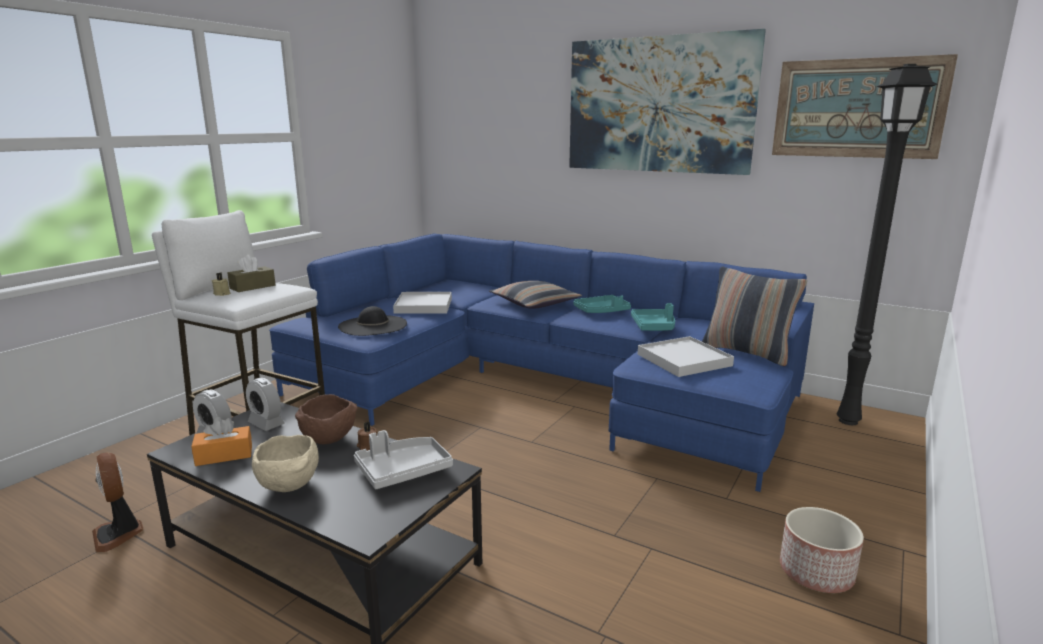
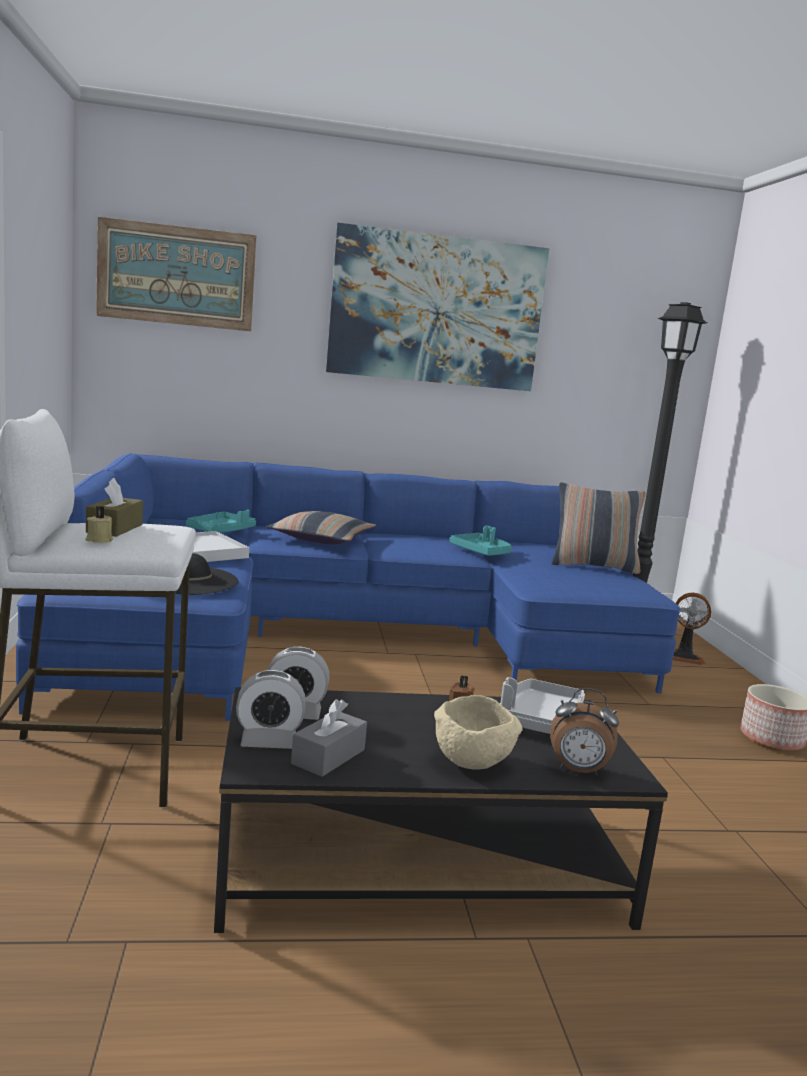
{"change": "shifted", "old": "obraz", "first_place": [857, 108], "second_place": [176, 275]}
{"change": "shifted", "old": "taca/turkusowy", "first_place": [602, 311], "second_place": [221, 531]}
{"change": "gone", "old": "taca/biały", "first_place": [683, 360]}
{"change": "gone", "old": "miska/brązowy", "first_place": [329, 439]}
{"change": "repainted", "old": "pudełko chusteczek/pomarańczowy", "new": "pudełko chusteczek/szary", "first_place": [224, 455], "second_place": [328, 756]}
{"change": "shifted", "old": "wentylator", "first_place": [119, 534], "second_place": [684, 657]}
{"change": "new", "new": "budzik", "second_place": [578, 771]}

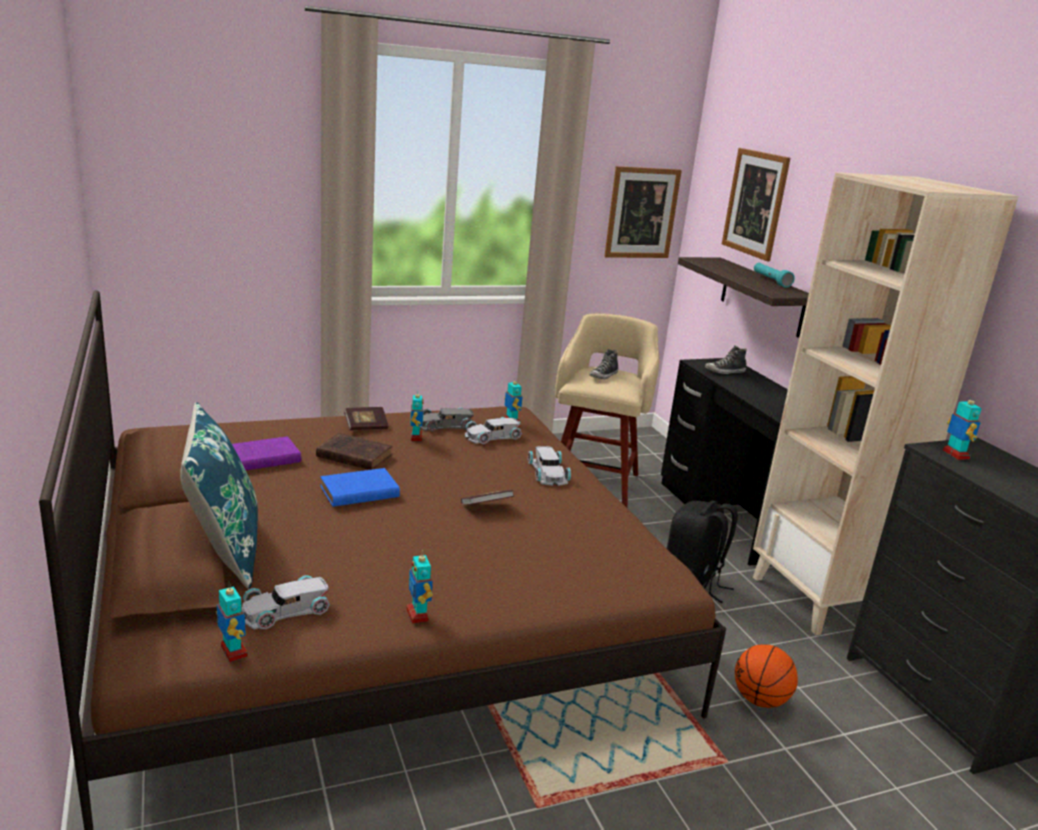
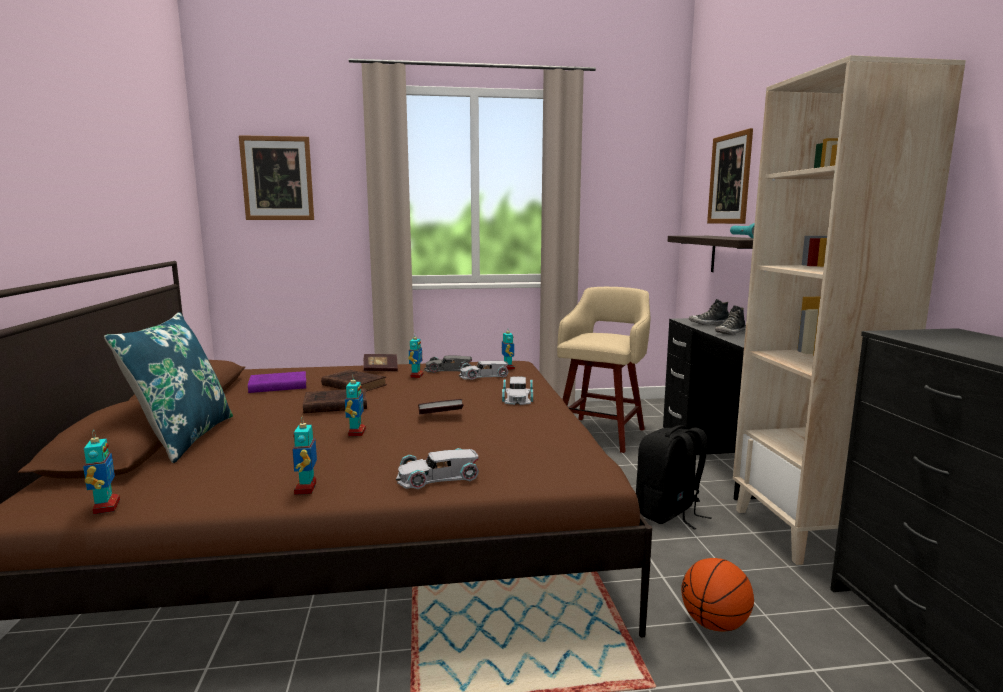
{"change": "shifted", "old": "obraz", "first_place": [642, 213], "second_place": [277, 178]}
{"change": "shifted", "old": "but", "first_place": [603, 376], "second_place": [730, 333]}
{"change": "shifted", "old": "robot zabawkowy", "first_place": [955, 455], "second_place": [356, 432]}
{"change": "repainted", "old": "książka/niebieski", "new": "książka/brązowy", "first_place": [357, 492], "second_place": [334, 405]}
{"change": "shifted", "old": "samochodzik/biały", "first_place": [284, 609], "second_place": [437, 476]}

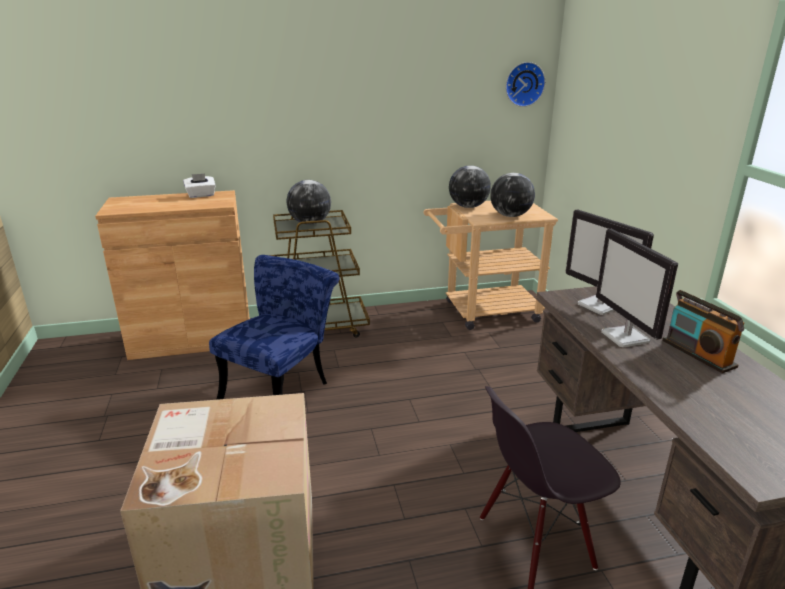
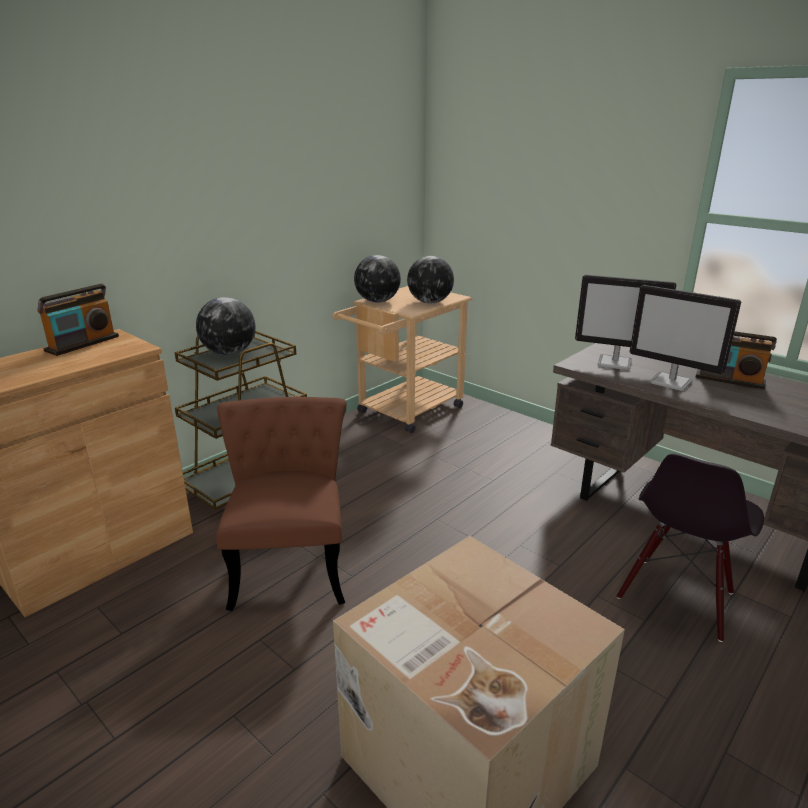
{"change": "gone", "old": "zegar ścienny", "first_place": [524, 84]}
{"change": "swapped", "old": "pudełko chusteczek/biały", "new": "radio", "first_place": [201, 195], "second_place": [83, 344]}
{"change": "repainted", "old": "krzesło/niebieski", "new": "krzesło/brązowy", "first_place": [282, 388], "second_place": [291, 563]}

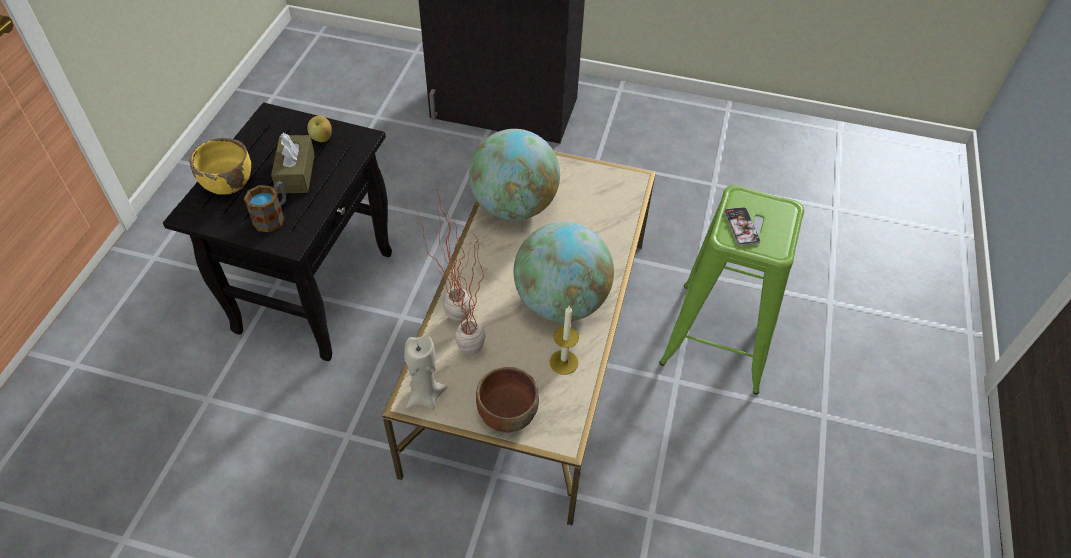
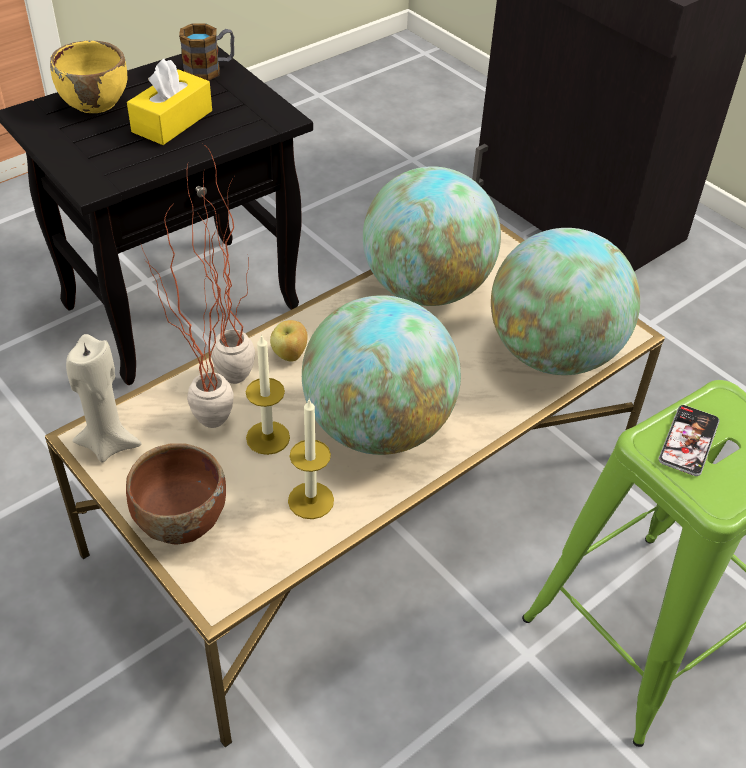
{"change": "shifted", "old": "jabłko", "first_place": [322, 139], "second_place": [290, 355]}
{"change": "repainted", "old": "pudełko chusteczek/brązowy", "new": "pudełko chusteczek/żółty", "first_place": [296, 173], "second_place": [172, 121]}
{"change": "shifted", "old": "kubek", "first_place": [273, 216], "second_place": [209, 70]}
{"change": "new", "new": "globus", "second_place": [552, 353]}
{"change": "new", "new": "świeca", "second_place": [268, 437]}

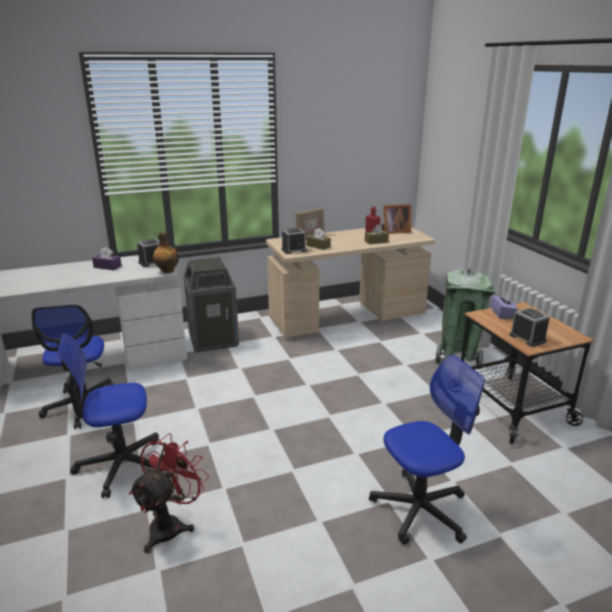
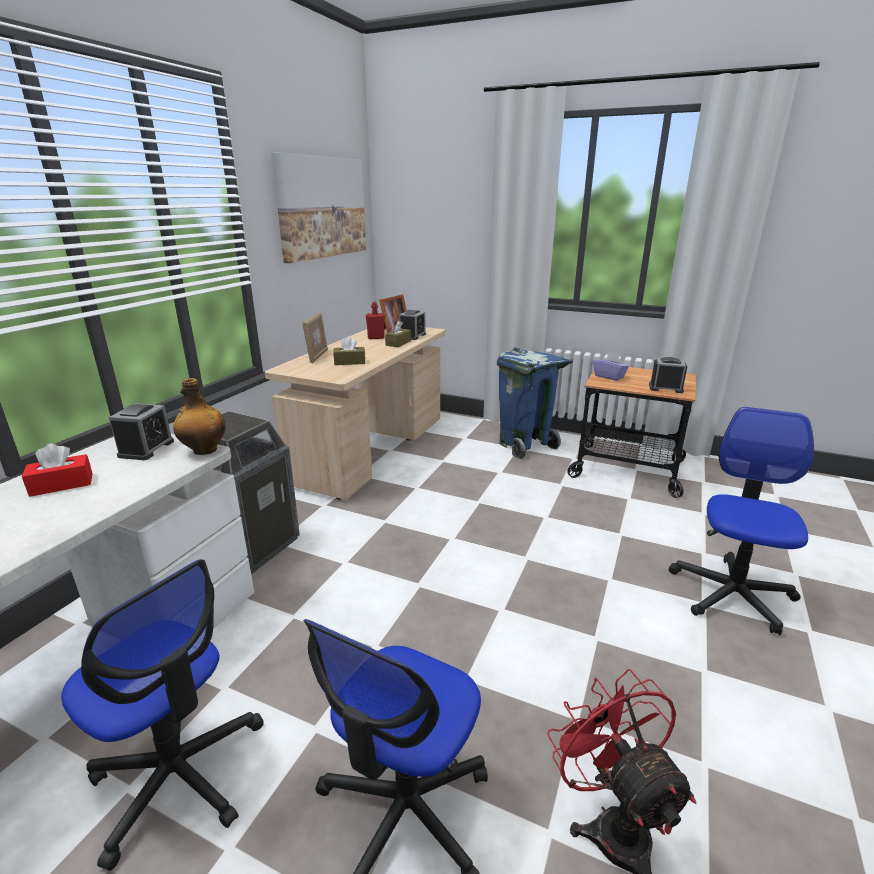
{"change": "shifted", "old": "budzik", "first_place": [294, 250], "second_place": [412, 336]}
{"change": "repainted", "old": "pudełko chusteczek/fioletowy", "new": "pudełko chusteczek/czerwony", "first_place": [107, 267], "second_place": [62, 484]}
{"change": "repainted", "old": "kosz na śmieci/zielony", "new": "kosz na śmieci/niebieski", "first_place": [458, 356], "second_place": [524, 445]}
{"change": "new", "new": "obraz", "second_place": [322, 207]}

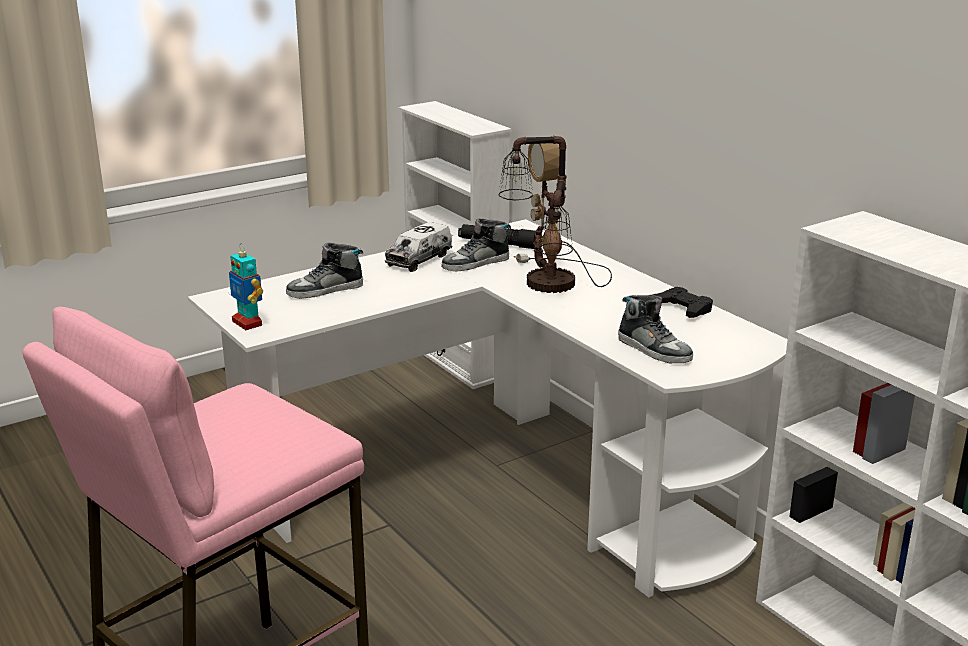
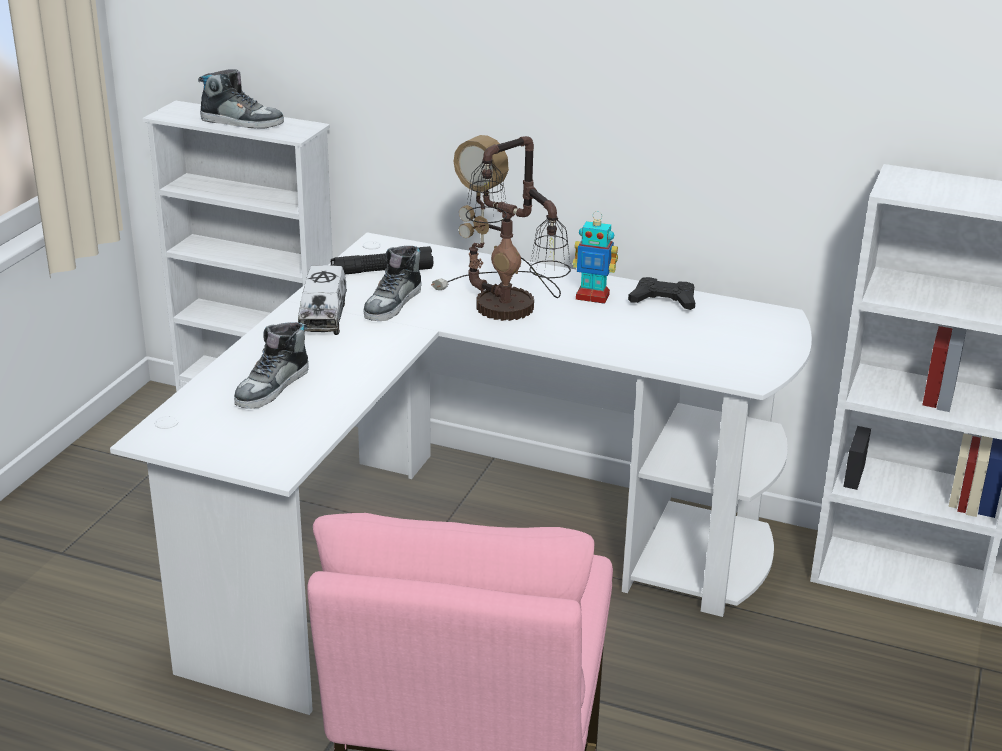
{"change": "shifted", "old": "robot zabawkowy", "first_place": [248, 323], "second_place": [592, 297]}
{"change": "shifted", "old": "but", "first_place": [654, 349], "second_place": [242, 122]}

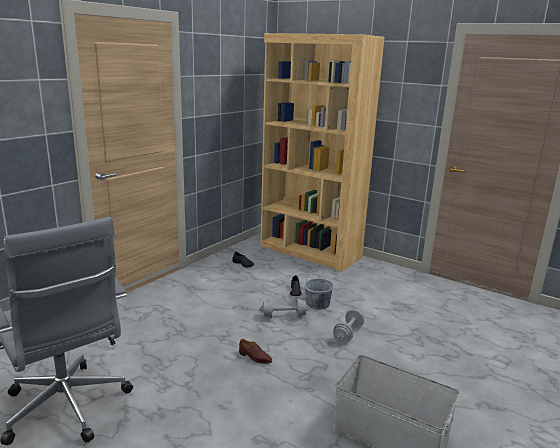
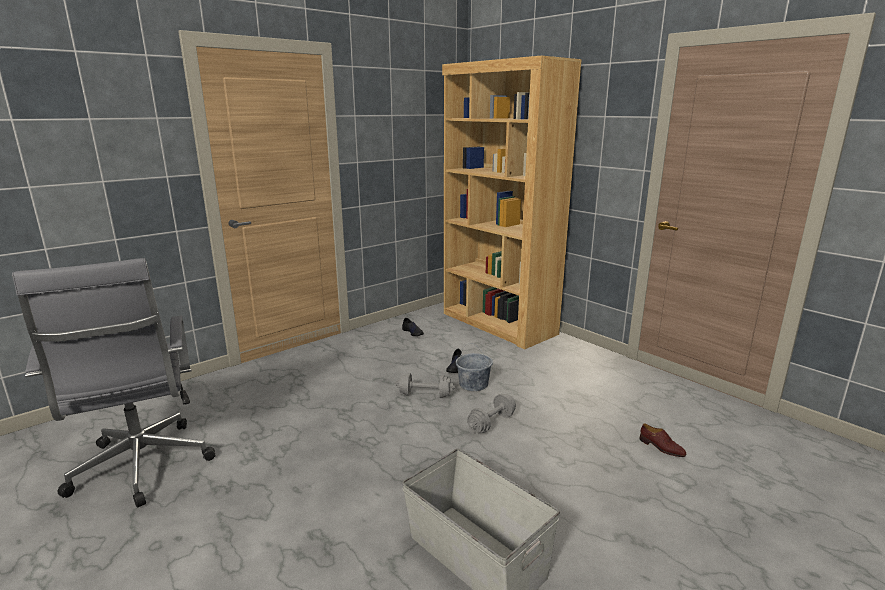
{"change": "shifted", "old": "but/brązowy", "first_place": [255, 357], "second_place": [661, 448]}

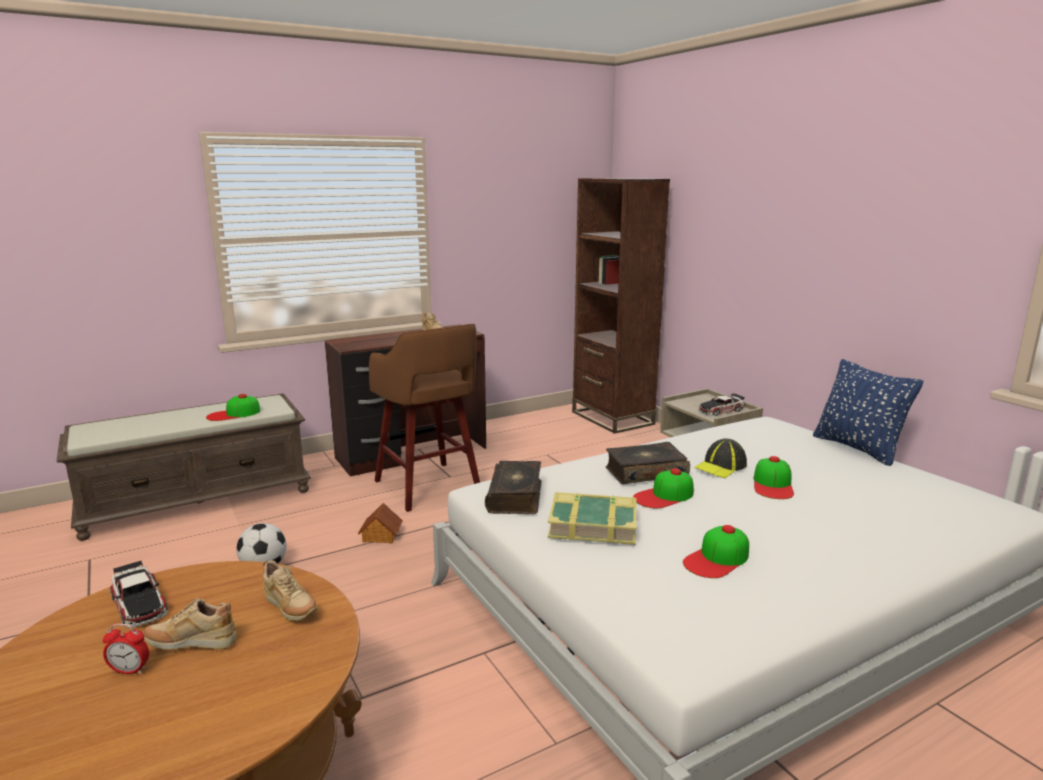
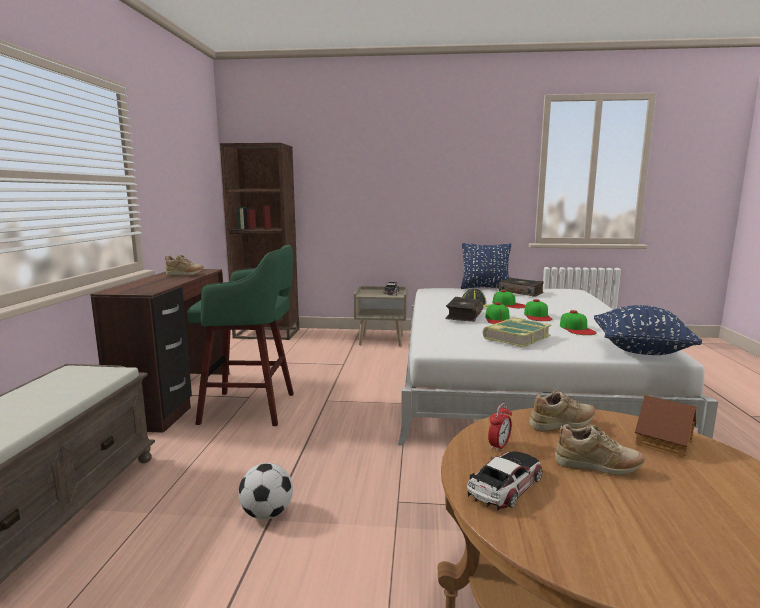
{"change": "repainted", "old": "stołek/brązowy", "new": "stołek/zielony", "first_place": [428, 487], "second_place": [251, 408]}
{"change": "shifted", "old": "czapka z daszkiem", "first_place": [233, 414], "second_place": [537, 316]}
{"change": "shifted", "old": "książka", "first_place": [516, 496], "second_place": [521, 292]}
{"change": "shifted", "old": "domek", "first_place": [380, 536], "second_place": [665, 442]}
{"change": "rotated", "old": "samochodzik", "first_place": [139, 603], "second_place": [505, 486], "degrees": -45}
{"change": "rotated", "old": "but/beżowy", "first_place": [192, 644], "second_place": [598, 468], "degrees": -105}
{"change": "shifted", "old": "budzik", "first_place": [130, 671], "second_place": [499, 446]}
{"change": "new", "new": "poduszka/niebieski", "second_place": [640, 350]}

